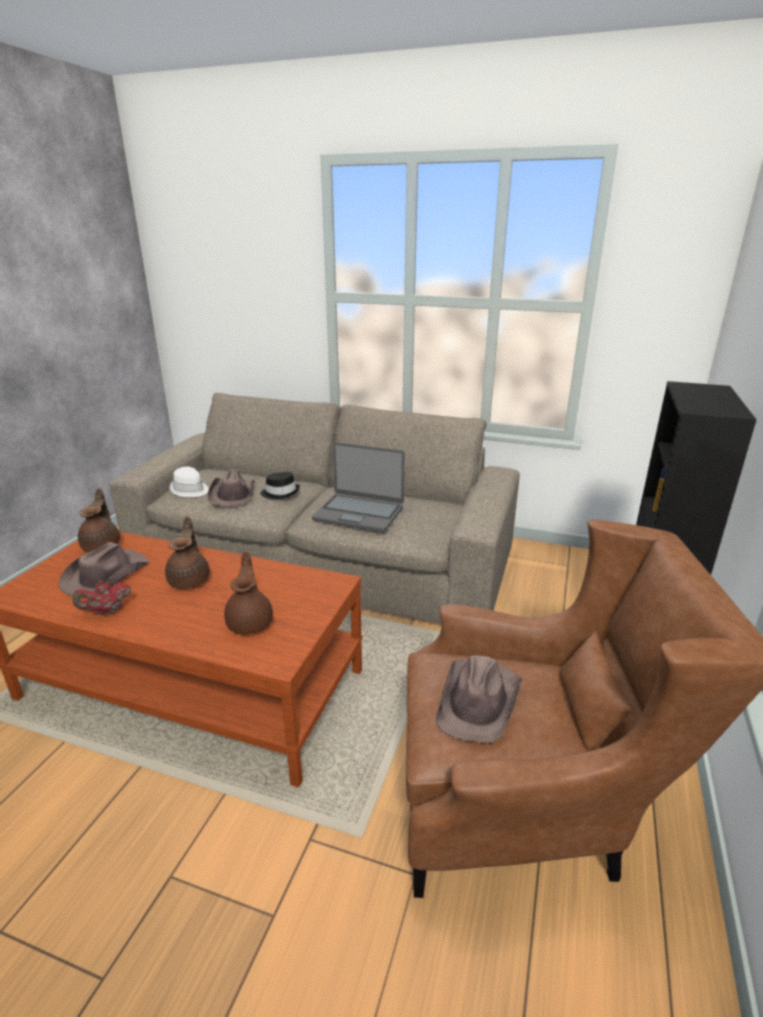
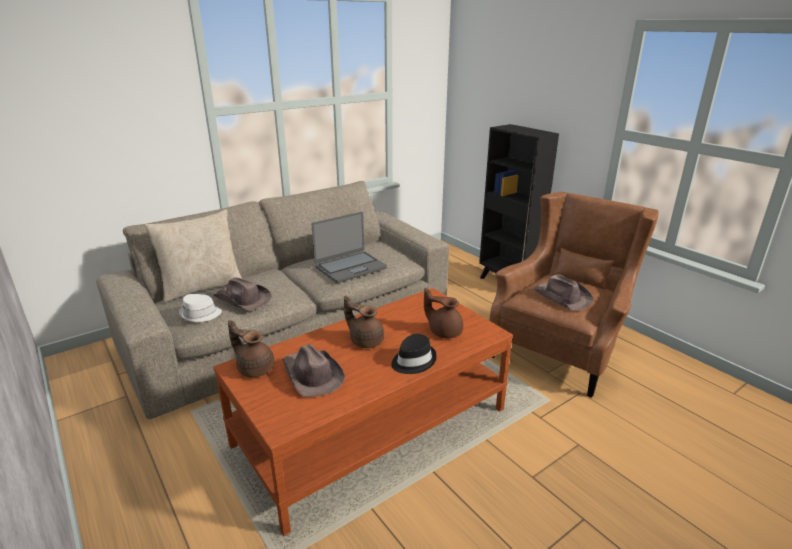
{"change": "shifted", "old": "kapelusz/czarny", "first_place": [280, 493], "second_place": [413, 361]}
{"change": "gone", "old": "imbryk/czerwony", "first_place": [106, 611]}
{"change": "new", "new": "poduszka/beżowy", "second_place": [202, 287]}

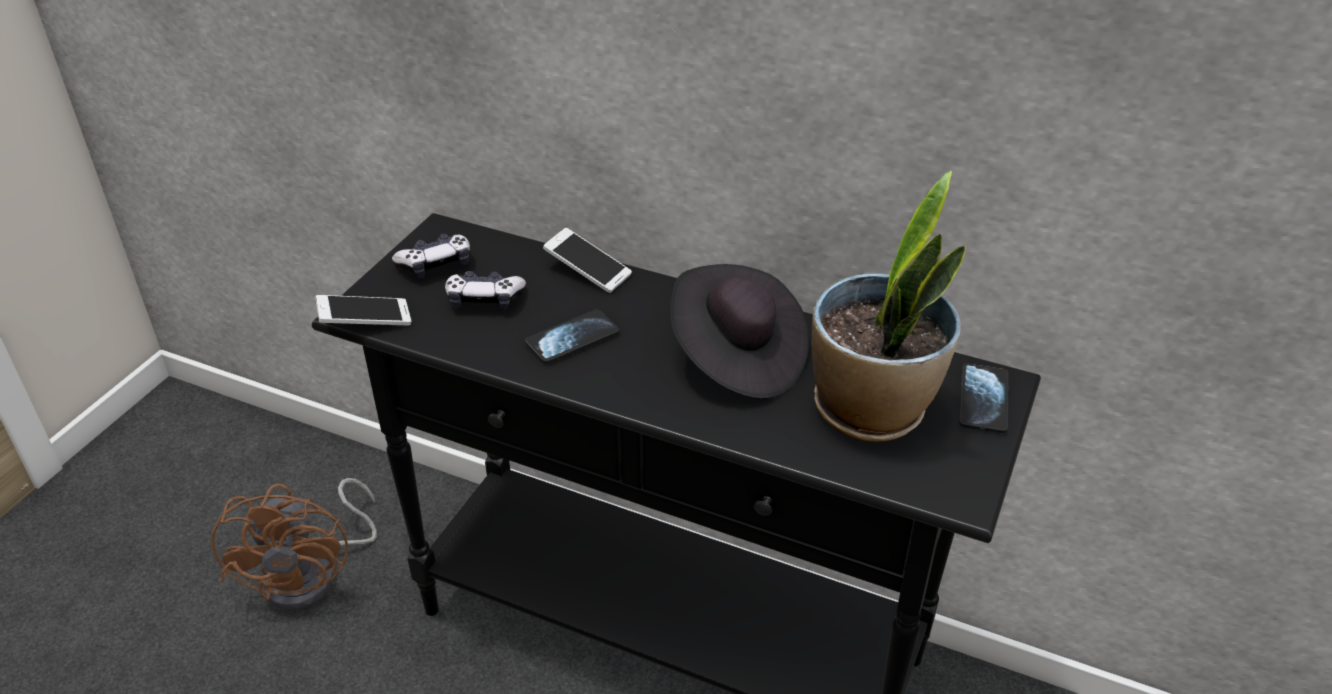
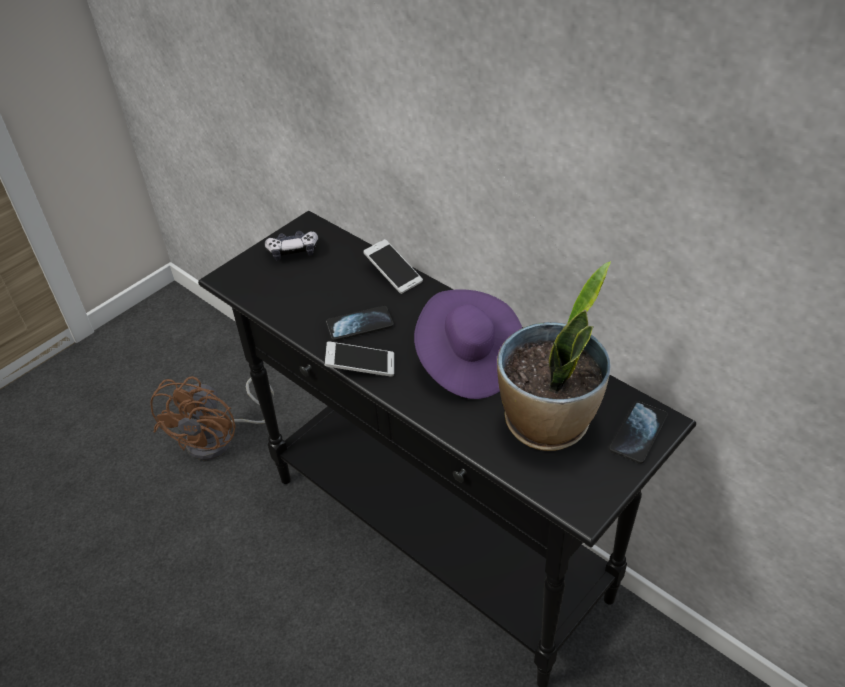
{"change": "repainted", "old": "kapelusz/czarny", "new": "kapelusz/fioletowy", "first_place": [737, 357], "second_place": [468, 362]}
{"change": "gone", "old": "pad do gier", "first_place": [484, 299]}
{"change": "shifted", "old": "telefon", "first_place": [365, 321], "second_place": [361, 366]}

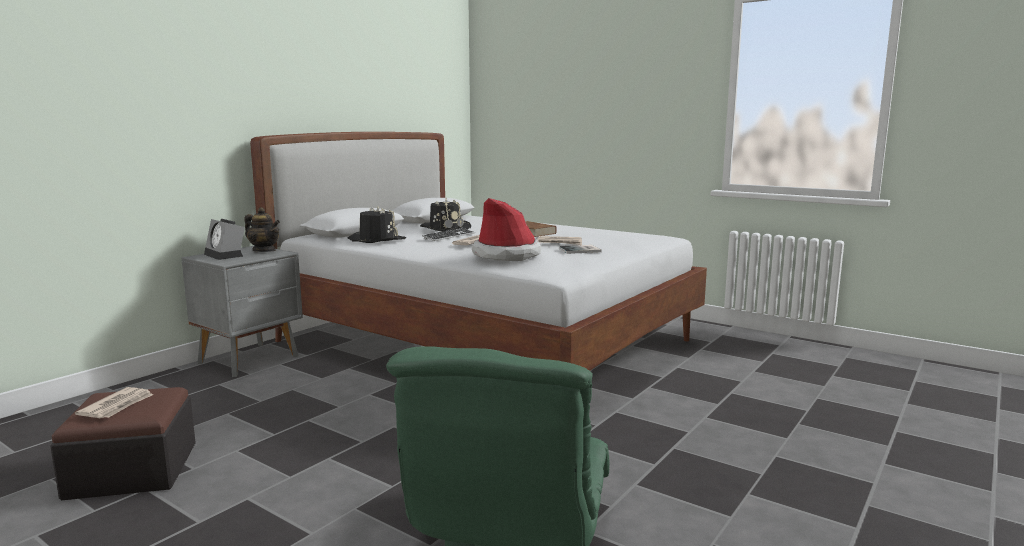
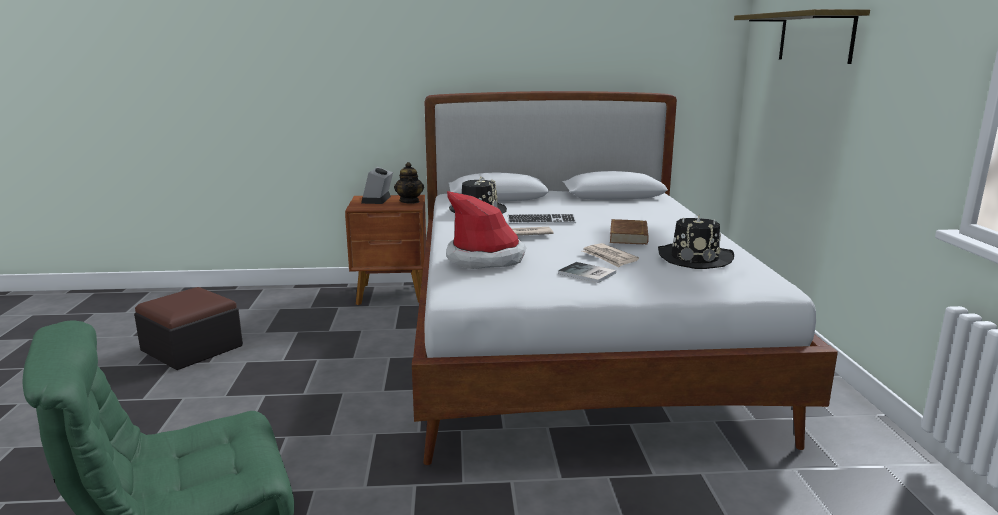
{"change": "shifted", "old": "kapelusz/czarny", "first_place": [445, 228], "second_place": [695, 258]}
{"change": "repainted", "old": "szafka nocna/szary", "new": "szafka nocna/brązowy", "first_place": [250, 359], "second_place": [393, 294]}
{"change": "gone", "old": "gazeta", "first_place": [117, 406]}
{"change": "new", "new": "półka", "second_place": [815, 37]}

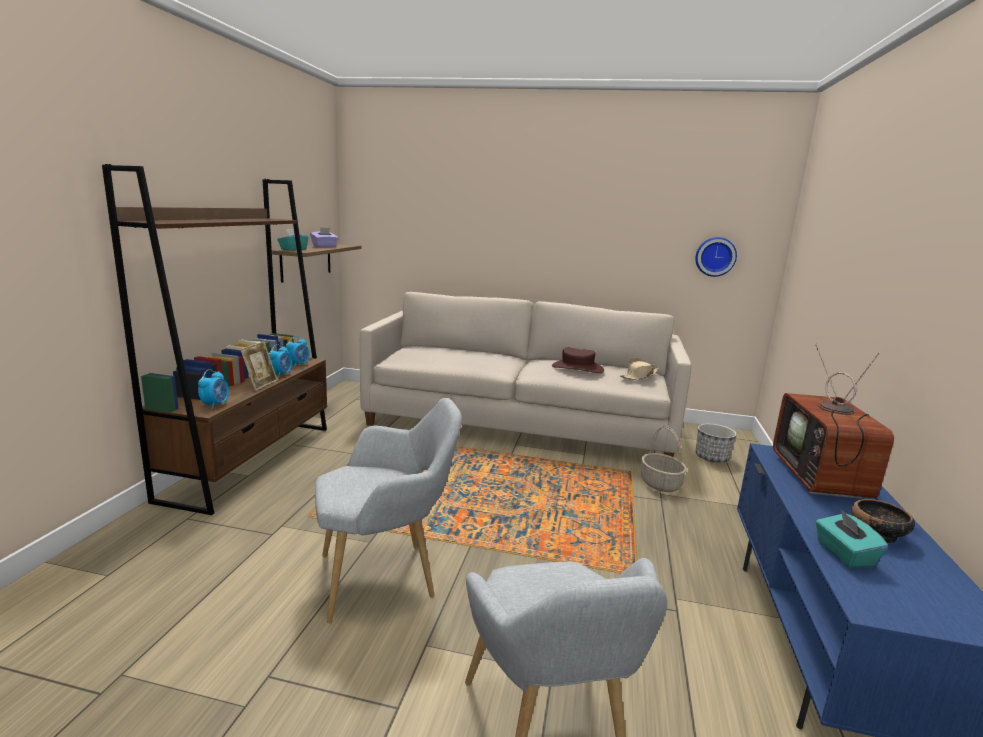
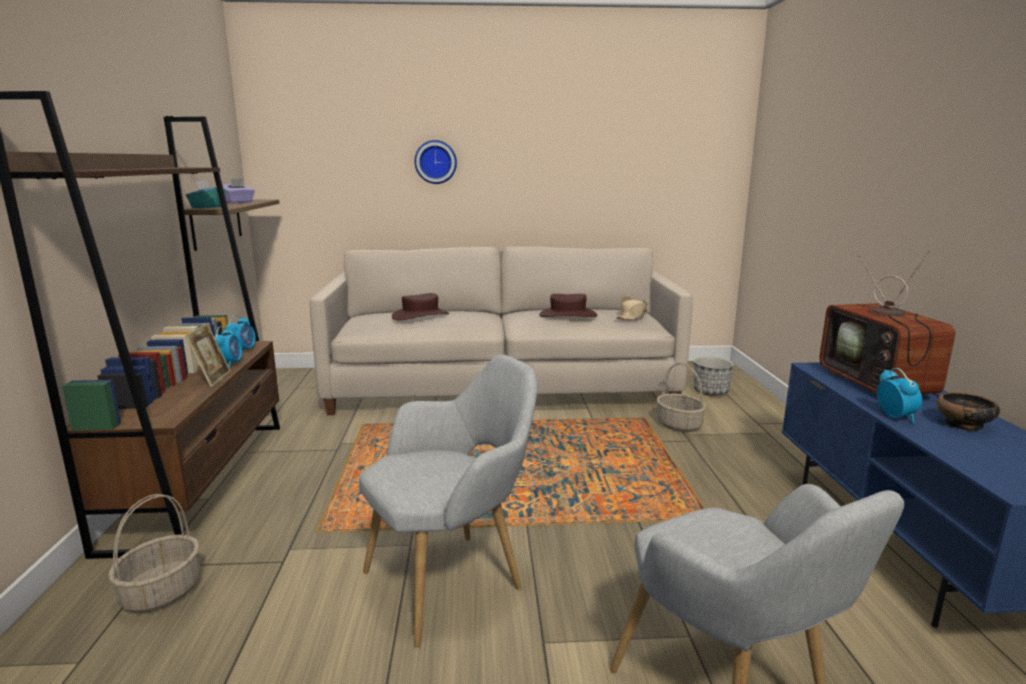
{"change": "shifted", "old": "zegar ścienny", "first_place": [715, 256], "second_place": [435, 162]}
{"change": "shifted", "old": "budzik", "first_place": [215, 405], "second_place": [895, 417]}
{"change": "gone", "old": "pudełko chusteczek/turkusowy", "first_place": [844, 554]}
{"change": "new", "new": "kapelusz/brązowy", "second_place": [420, 315]}
{"change": "new", "new": "koszyk", "second_place": [162, 592]}

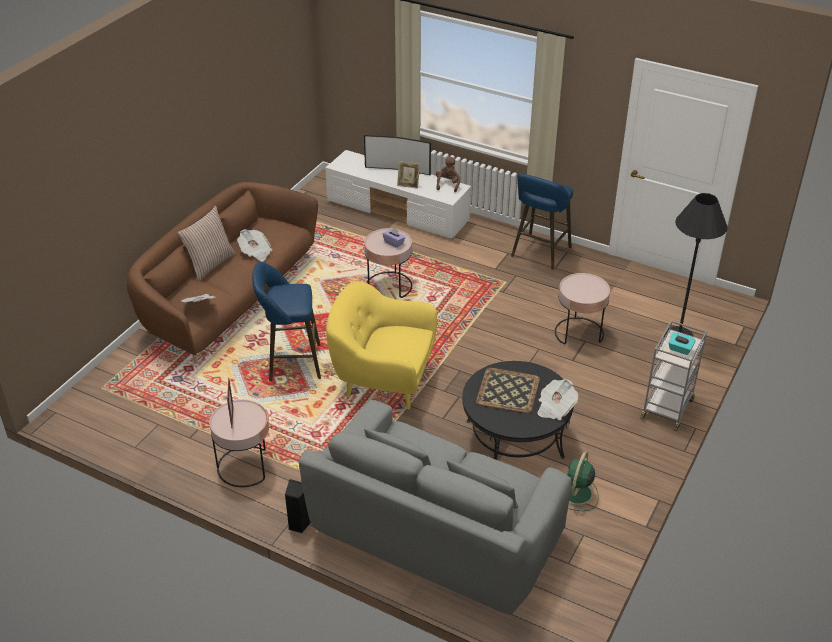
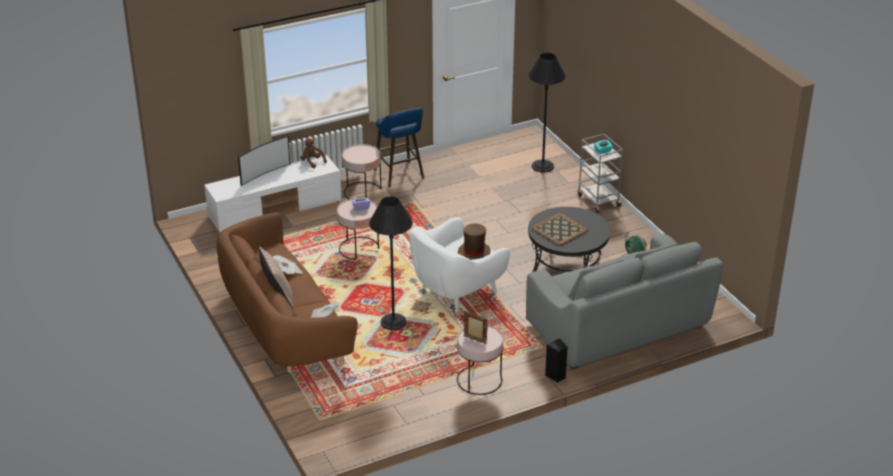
{"change": "gone", "old": "ramka na zdjęcie", "first_place": [408, 185]}
{"change": "swapped", "old": "stołek/niebieski", "new": "lampa stojąca/czarny", "first_place": [290, 363], "second_place": [393, 322]}
{"change": "shifted", "old": "stolik/różowy", "first_place": [579, 333], "second_place": [362, 192]}
{"change": "repainted", "old": "fotel/żółty", "new": "fotel/biały", "first_place": [383, 380], "second_place": [457, 291]}
{"change": "gone", "old": "gazeta", "first_place": [555, 408]}
{"change": "new", "new": "kapelusz/brązowy", "second_place": [474, 252]}

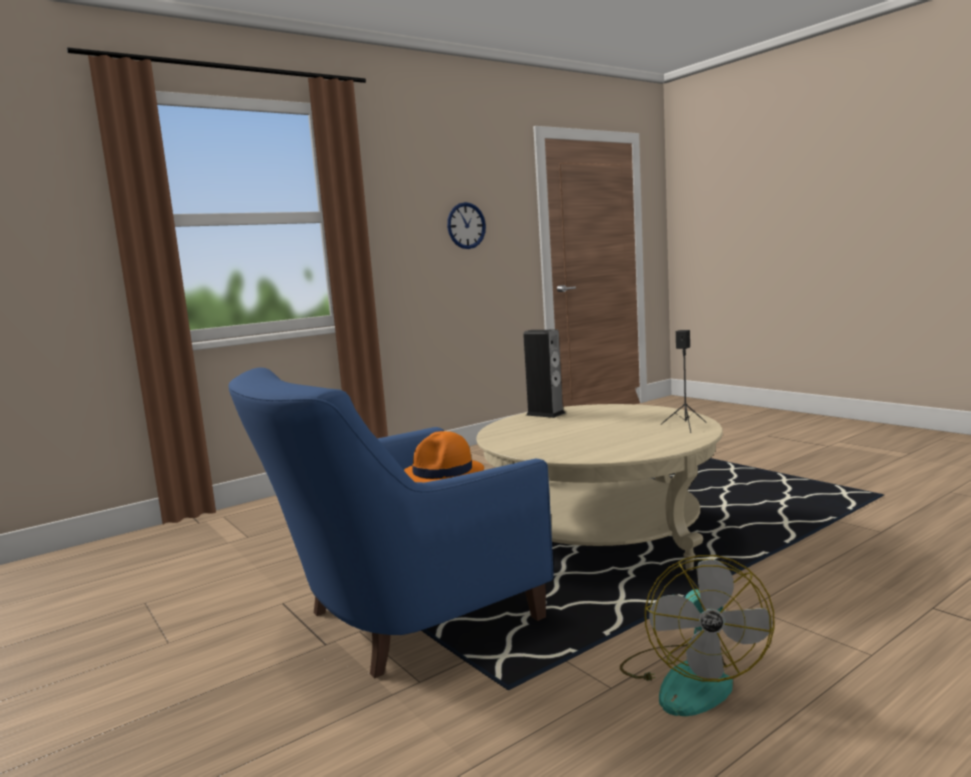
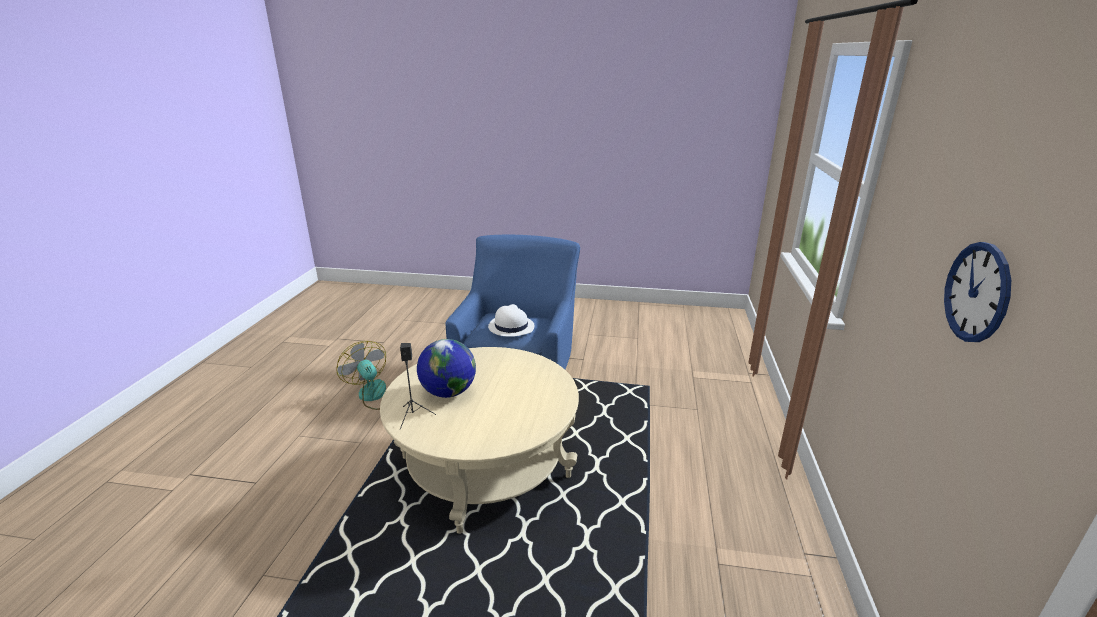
{"change": "gone", "old": "głośnik", "first_place": [545, 414]}
{"change": "repainted", "old": "kapelusz/pomarańczowy", "new": "kapelusz/biały", "first_place": [443, 473], "second_place": [511, 327]}
{"change": "new", "new": "globus", "second_place": [448, 392]}

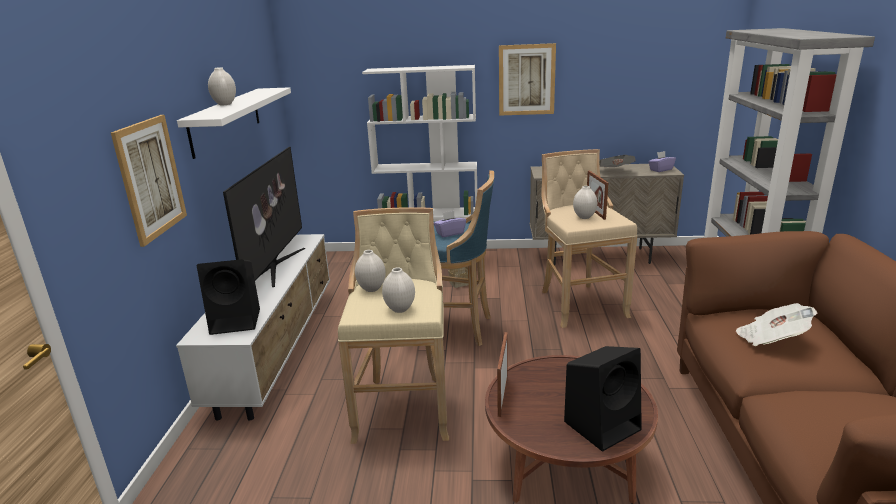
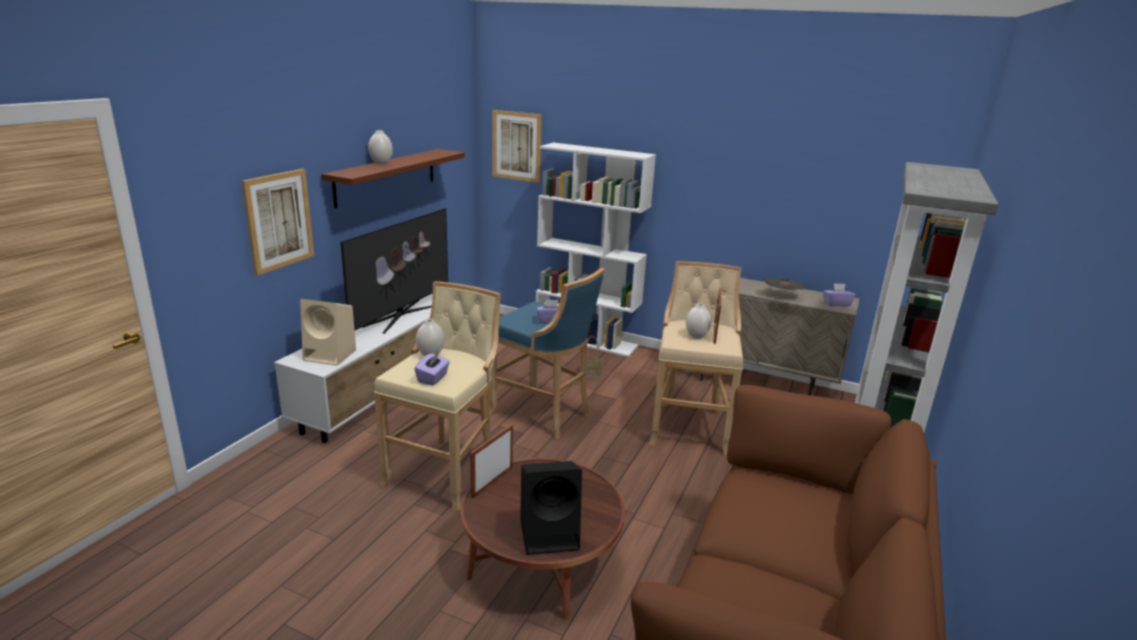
{"change": "shifted", "old": "obraz", "first_place": [526, 80], "second_place": [516, 146]}
{"change": "repainted", "old": "półka/biały", "new": "półka/brązowy", "first_place": [226, 120], "second_place": [386, 176]}
{"change": "repainted", "old": "głośnik/czarny", "new": "głośnik/beżowy", "first_place": [237, 321], "second_place": [331, 355]}
{"change": "swapped", "old": "wazon/biały", "new": "pudełko chusteczek/fioletowy", "first_place": [399, 309], "second_place": [433, 378]}
{"change": "gone", "old": "gazeta", "first_place": [771, 339]}

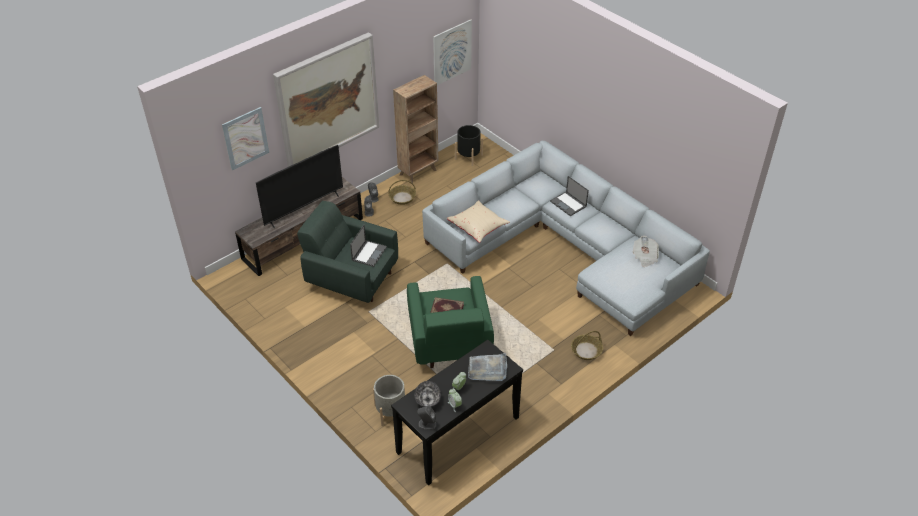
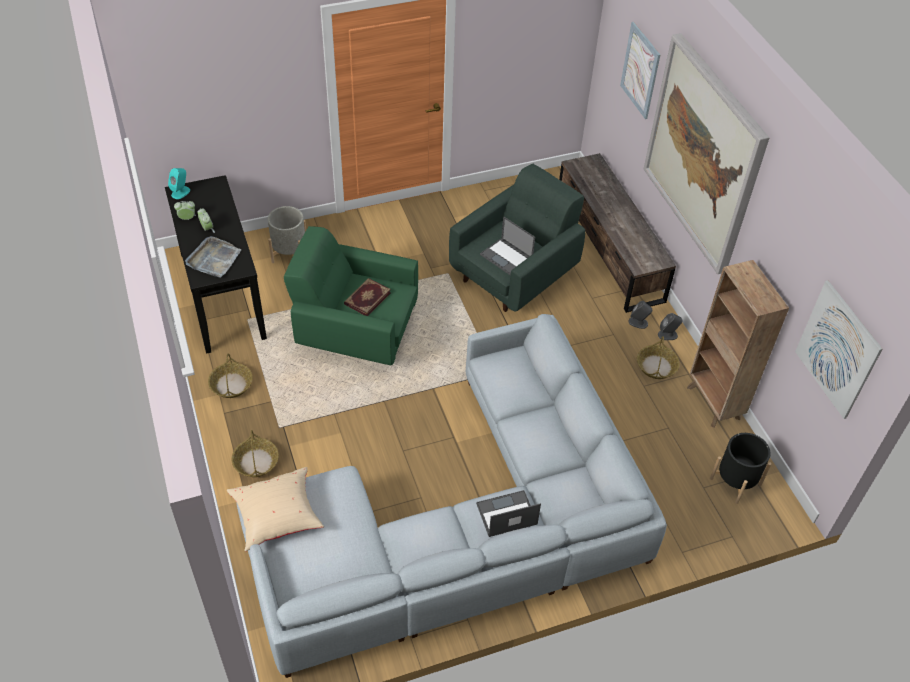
{"change": "gone", "old": "telewizor", "first_place": [304, 209]}
{"change": "shifted", "old": "poduszka/beżowy", "first_place": [478, 227], "second_place": [277, 517]}
{"change": "gone", "old": "gazeta", "first_place": [645, 257]}
{"change": "gone", "old": "miska", "first_place": [427, 400]}
{"change": "repainted", "old": "głośnik/szary", "new": "głośnik/turkusowy", "first_place": [427, 424], "second_place": [181, 192]}
{"change": "new", "new": "koszyk", "second_place": [231, 385]}

